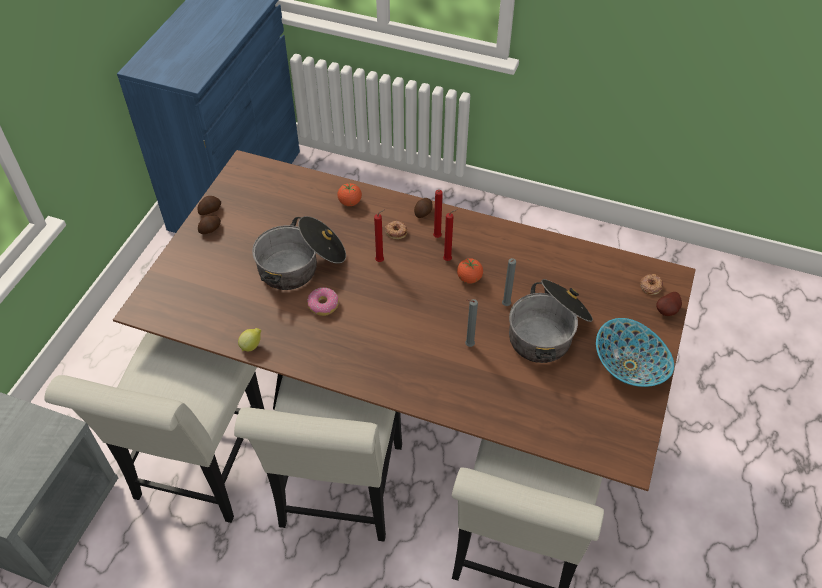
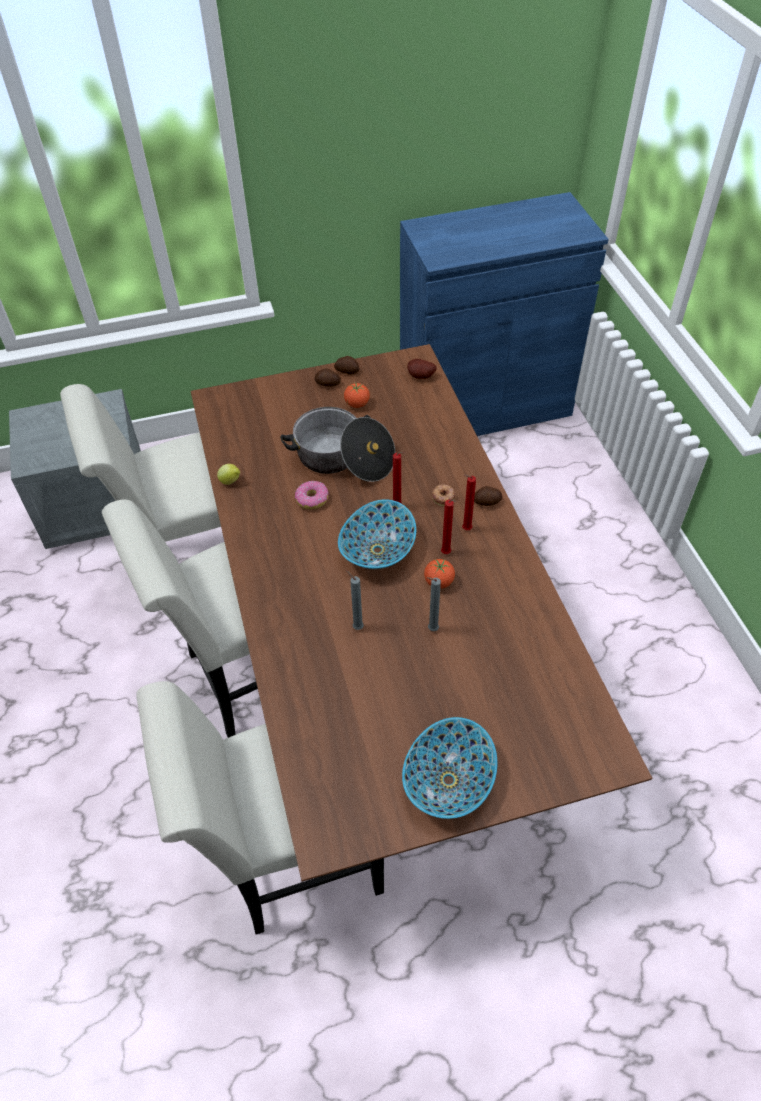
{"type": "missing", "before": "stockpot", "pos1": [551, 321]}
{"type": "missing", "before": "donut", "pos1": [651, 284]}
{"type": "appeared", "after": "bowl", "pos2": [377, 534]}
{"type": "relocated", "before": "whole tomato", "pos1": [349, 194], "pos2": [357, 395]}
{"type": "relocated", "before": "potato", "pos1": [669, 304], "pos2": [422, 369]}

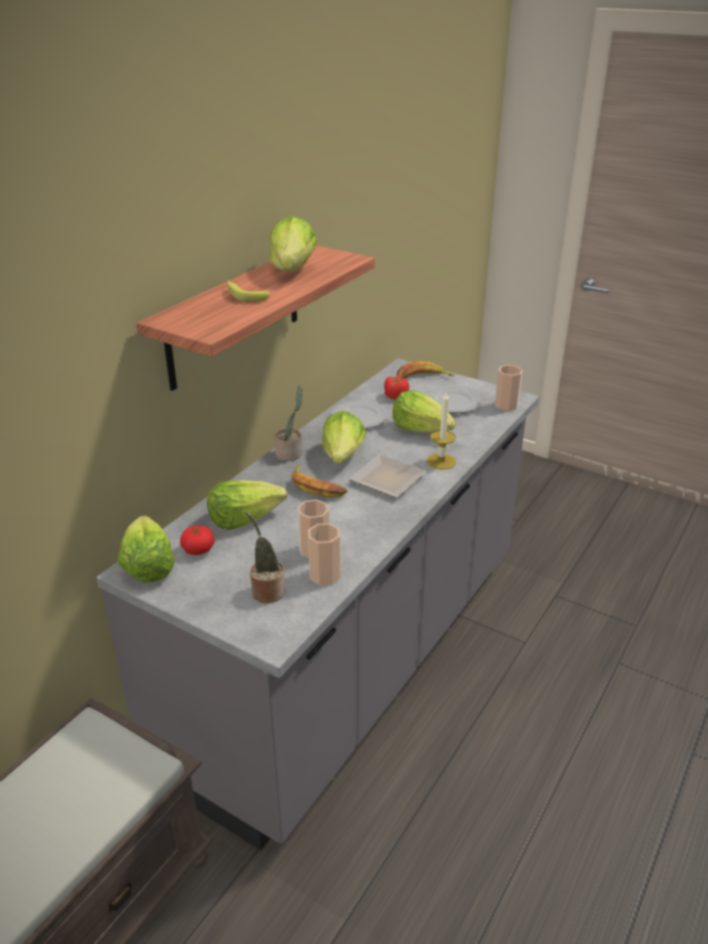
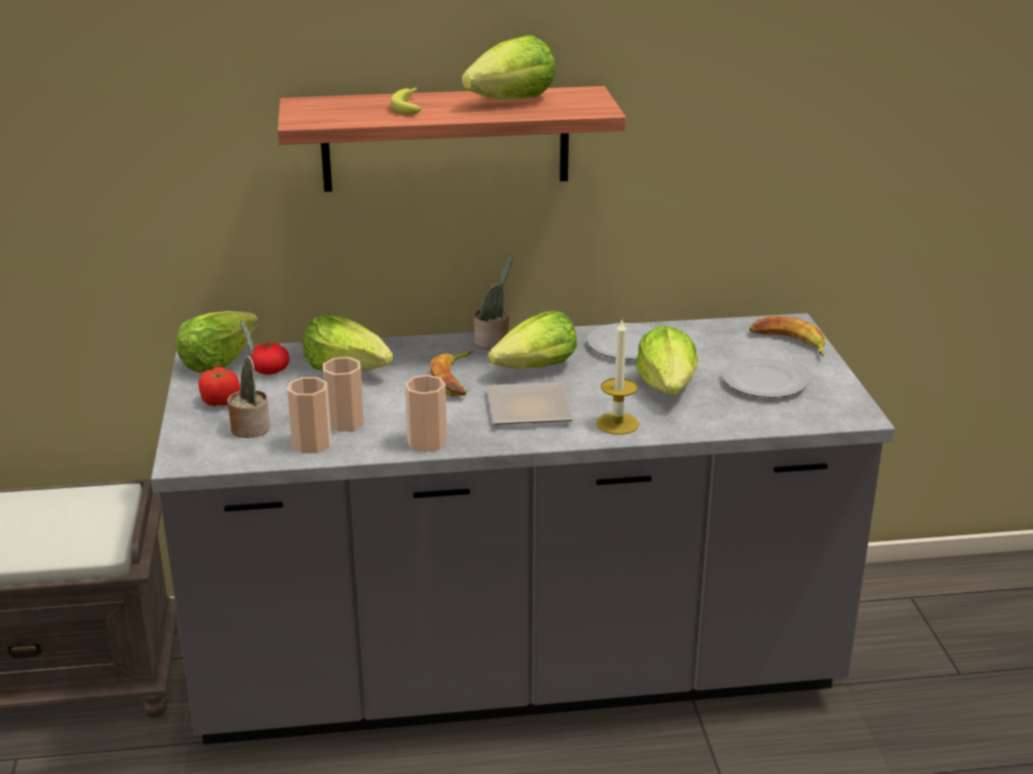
{"type": "relocated", "before": "whole tomato", "pos1": [396, 388], "pos2": [219, 386]}
{"type": "relocated", "before": "cup", "pos1": [509, 388], "pos2": [426, 413]}

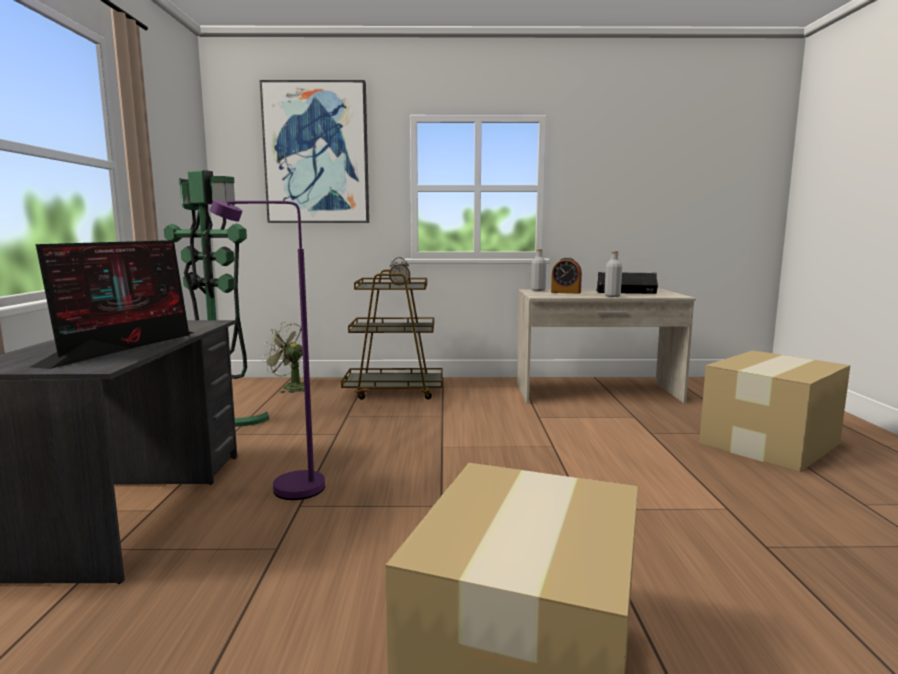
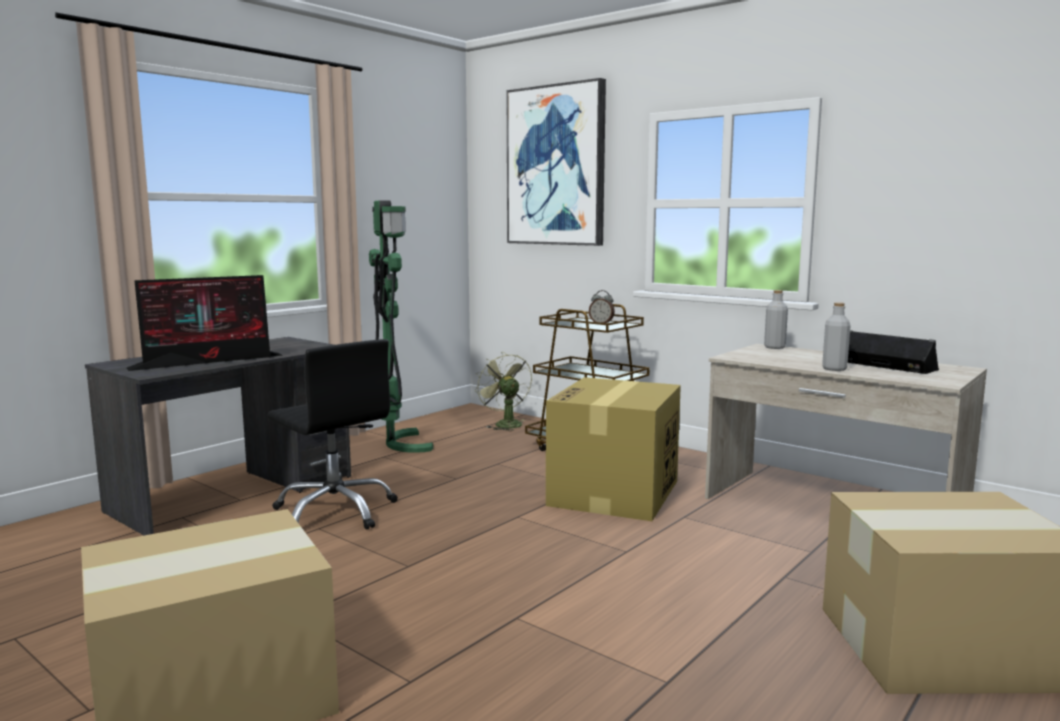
{"type": "missing", "before": "alarm clock", "pos1": [566, 275]}
{"type": "appeared", "after": "cardboard box", "pos2": [613, 449]}
{"type": "exchanged", "before": "standing lamp (purple-coloured)", "after": "desk chair (black-coloured)", "pos1": [267, 350], "pos2": [333, 434]}

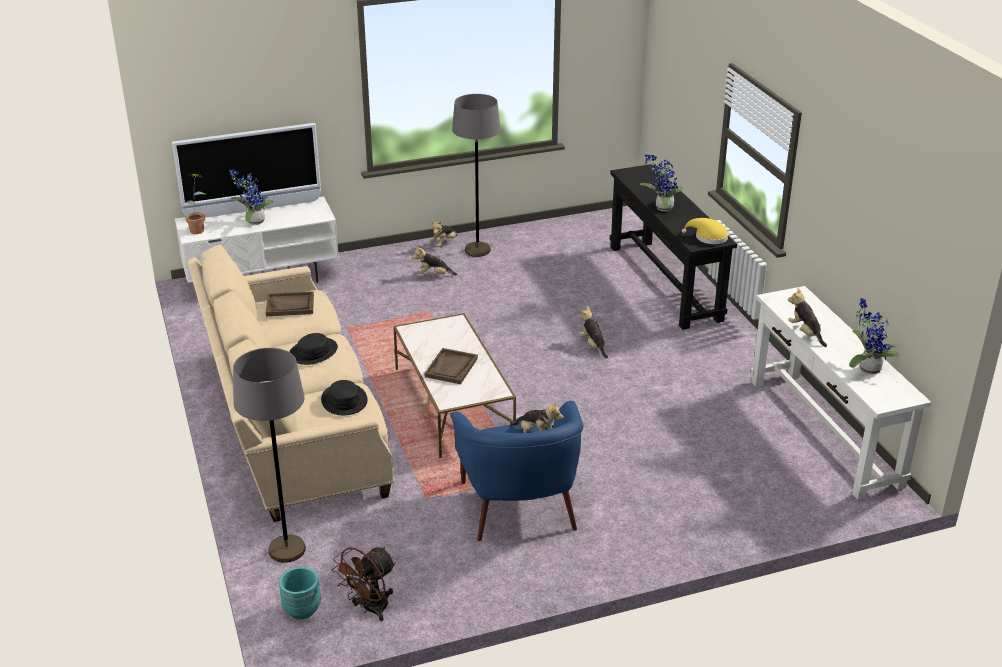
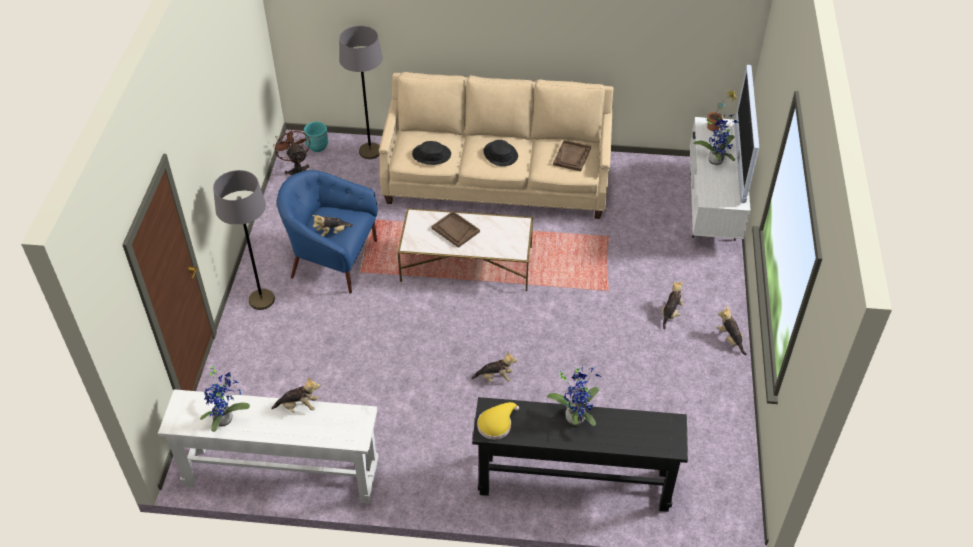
{"type": "relocated", "before": "standing lamp (gray)", "pos1": [476, 175], "pos2": [244, 240]}

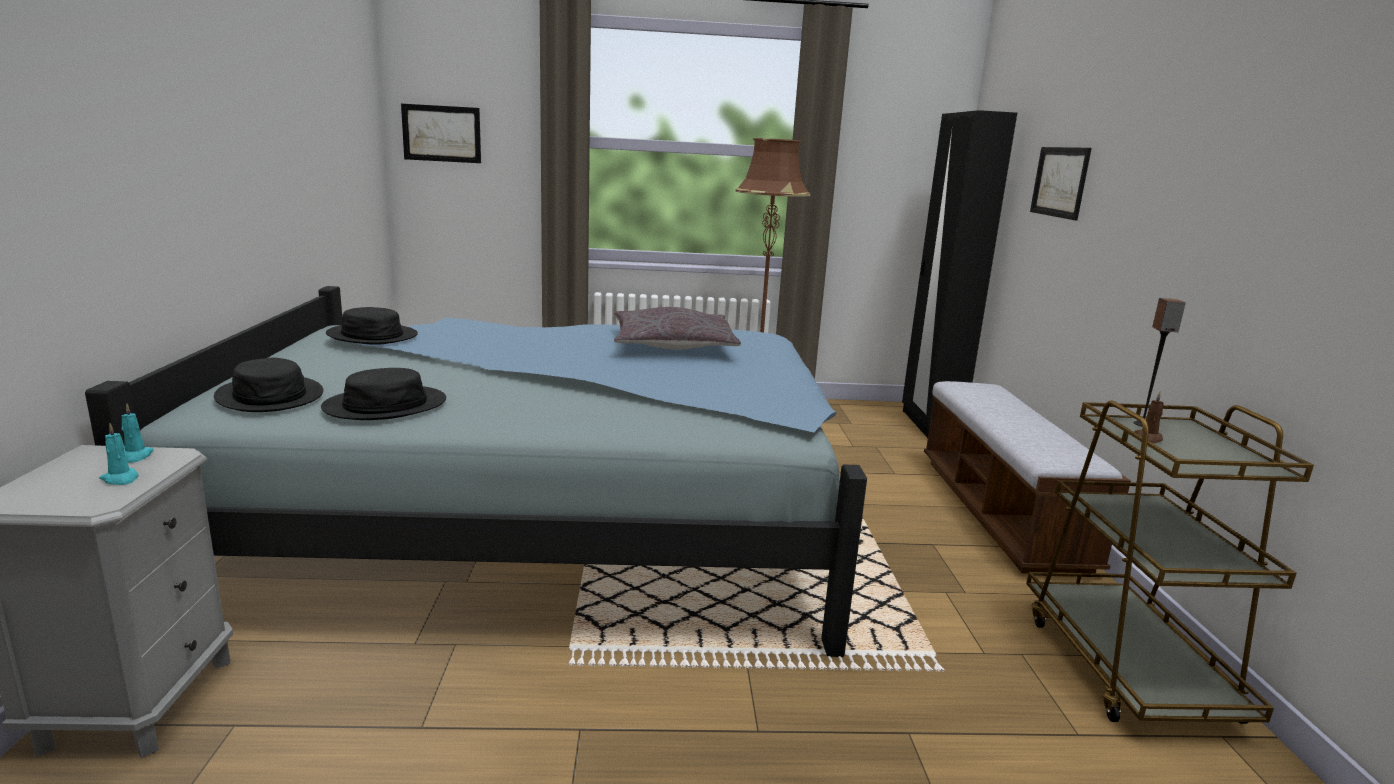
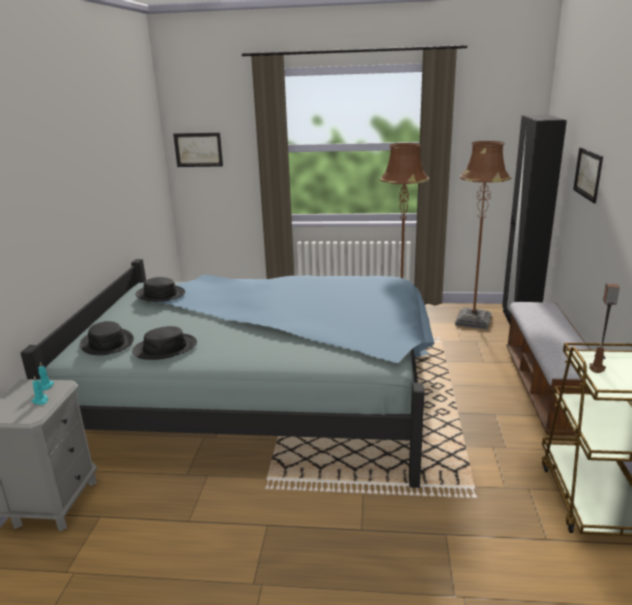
{"type": "missing", "before": "throw pillow (gray)", "pos1": [677, 328]}
{"type": "appeared", "after": "standing lamp (brownish)", "pos2": [483, 235]}

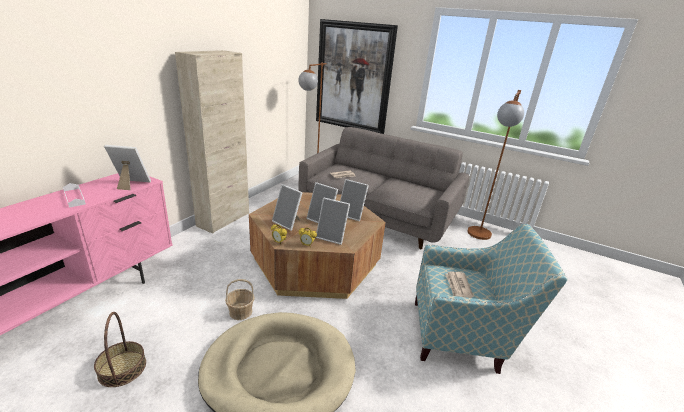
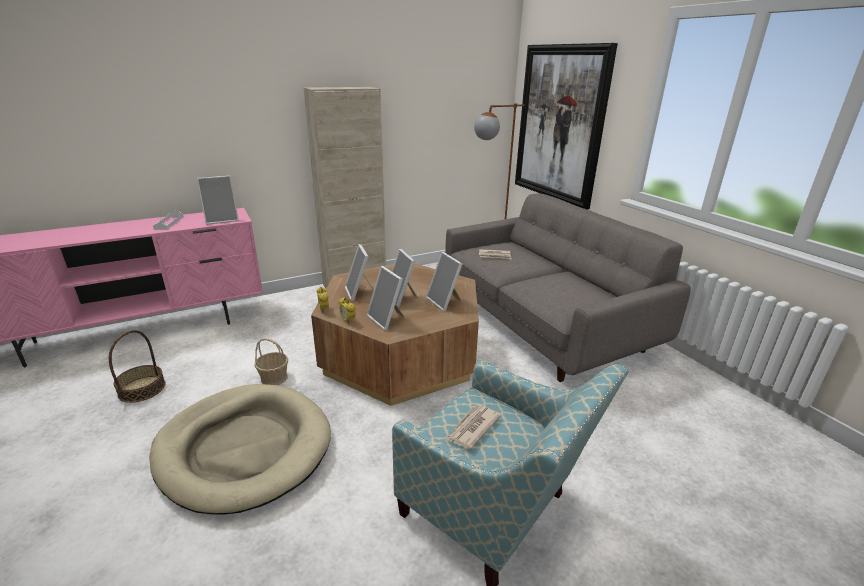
{"type": "missing", "before": "standing lamp (brownish)", "pos1": [495, 165]}
{"type": "spun", "before": "picture frame", "pos1": [127, 167], "pos2": [218, 200], "turn": 120}

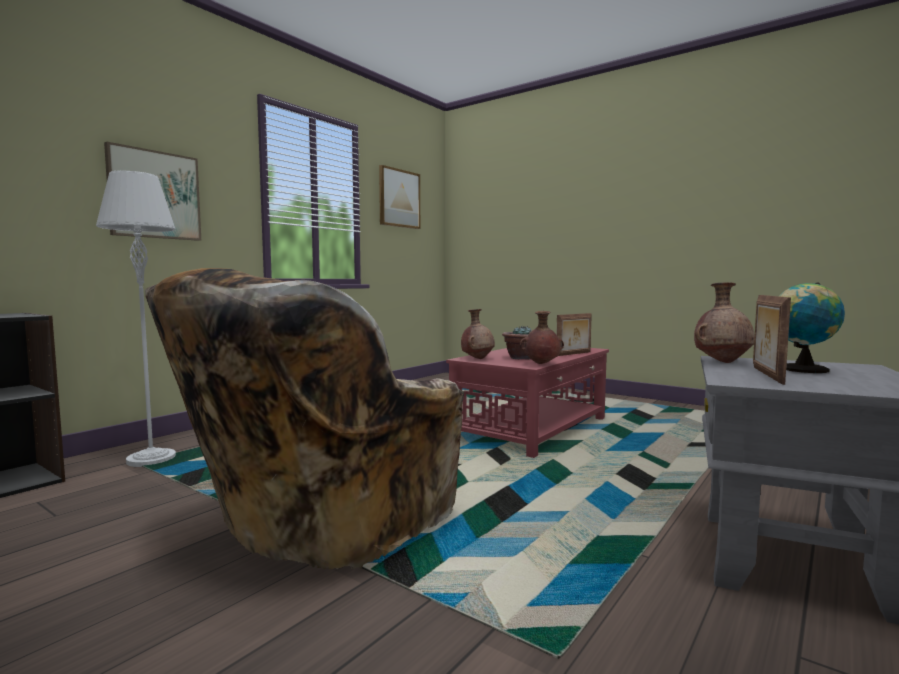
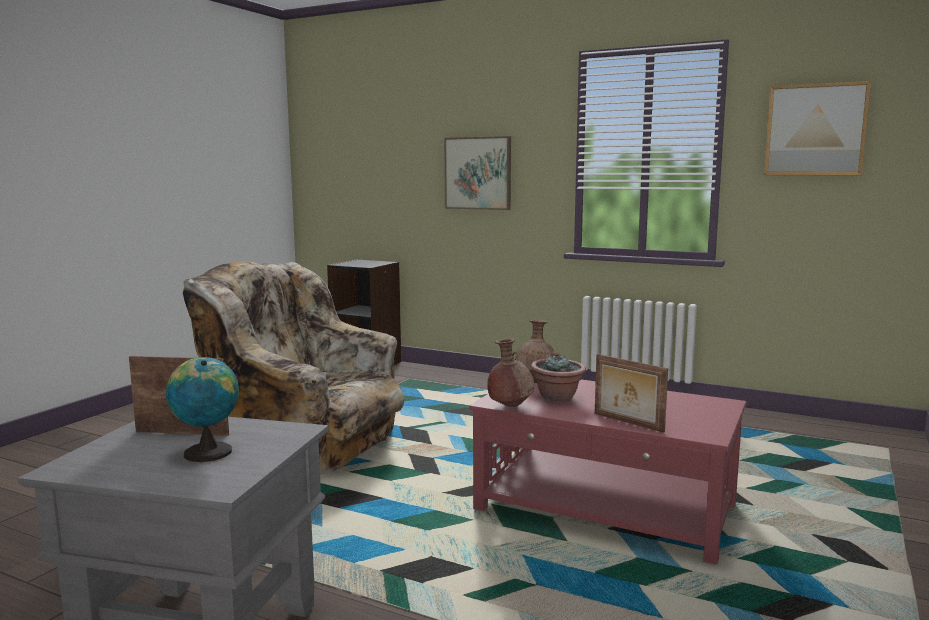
{"type": "missing", "before": "standing lamp (gray)", "pos1": [136, 319]}
{"type": "missing", "before": "flower vase (brownish)", "pos1": [724, 322]}

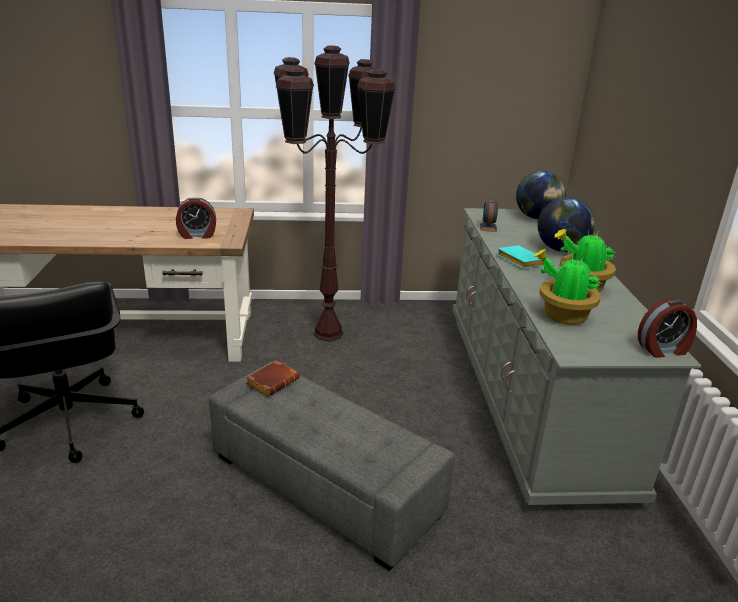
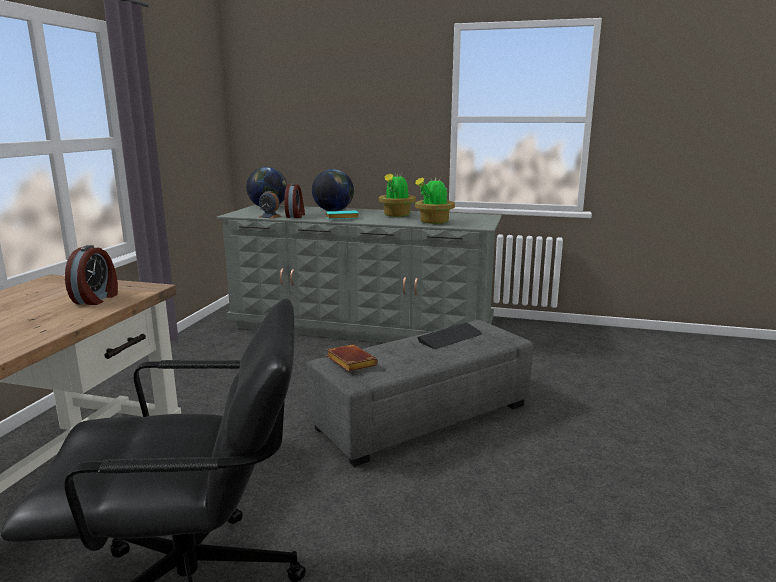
{"type": "missing", "before": "standing lamp (brownish)", "pos1": [335, 194]}
{"type": "appeared", "after": "computer keyboard", "pos2": [449, 335]}
{"type": "relocated", "before": "alarm clock", "pos1": [667, 328], "pos2": [294, 200]}

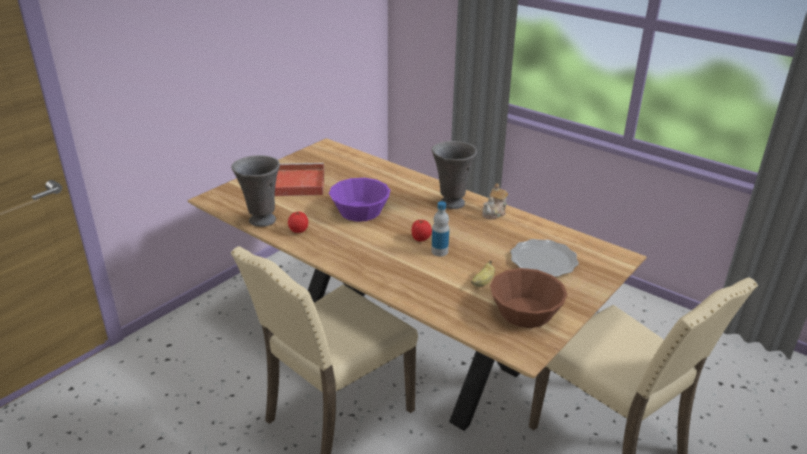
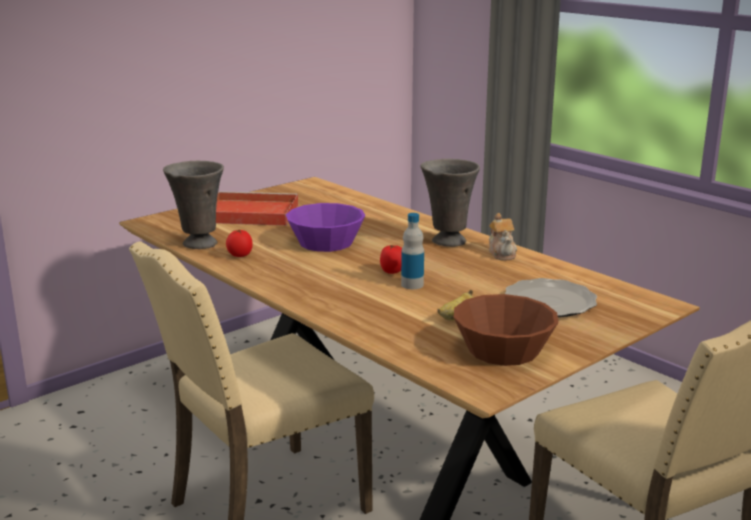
{"type": "spun", "before": "tea pot", "pos1": [495, 201], "pos2": [503, 236], "turn": -60}

